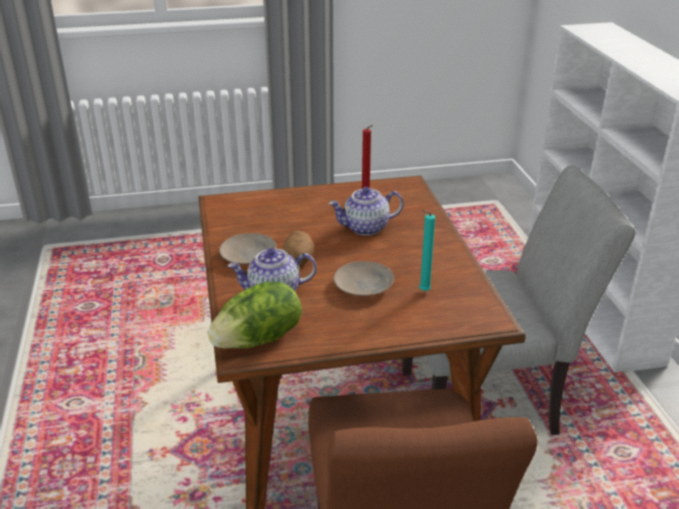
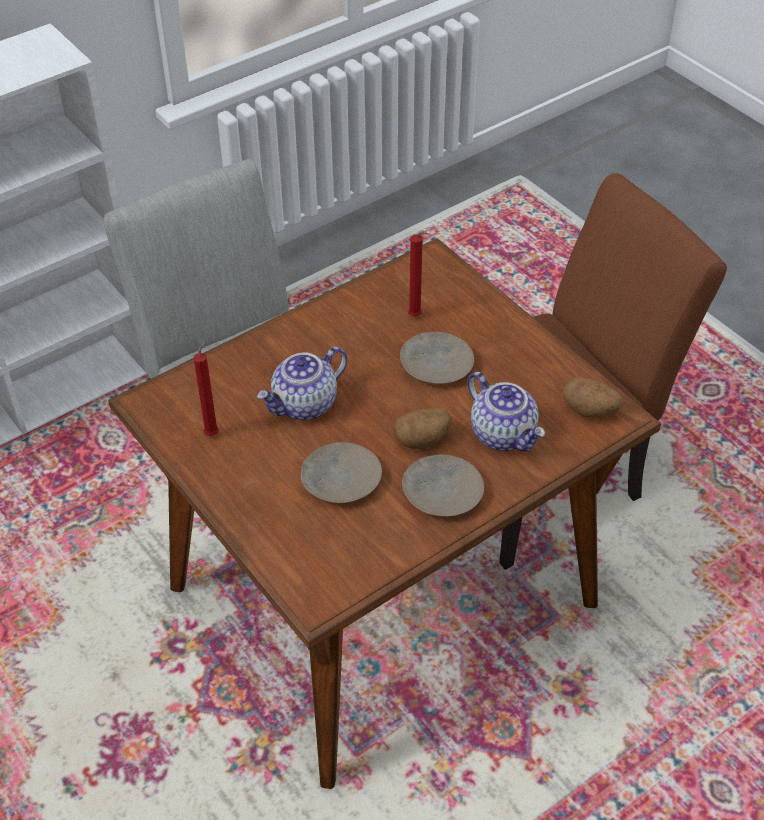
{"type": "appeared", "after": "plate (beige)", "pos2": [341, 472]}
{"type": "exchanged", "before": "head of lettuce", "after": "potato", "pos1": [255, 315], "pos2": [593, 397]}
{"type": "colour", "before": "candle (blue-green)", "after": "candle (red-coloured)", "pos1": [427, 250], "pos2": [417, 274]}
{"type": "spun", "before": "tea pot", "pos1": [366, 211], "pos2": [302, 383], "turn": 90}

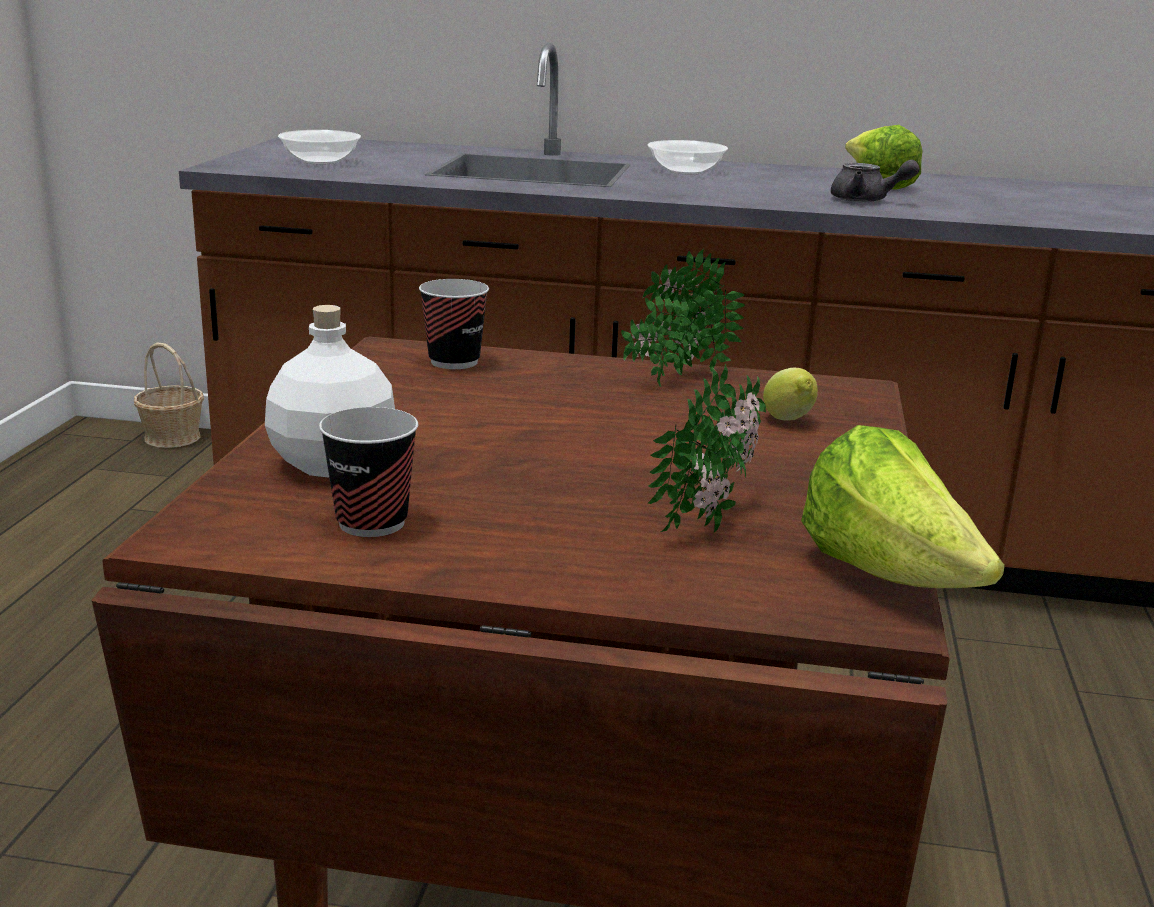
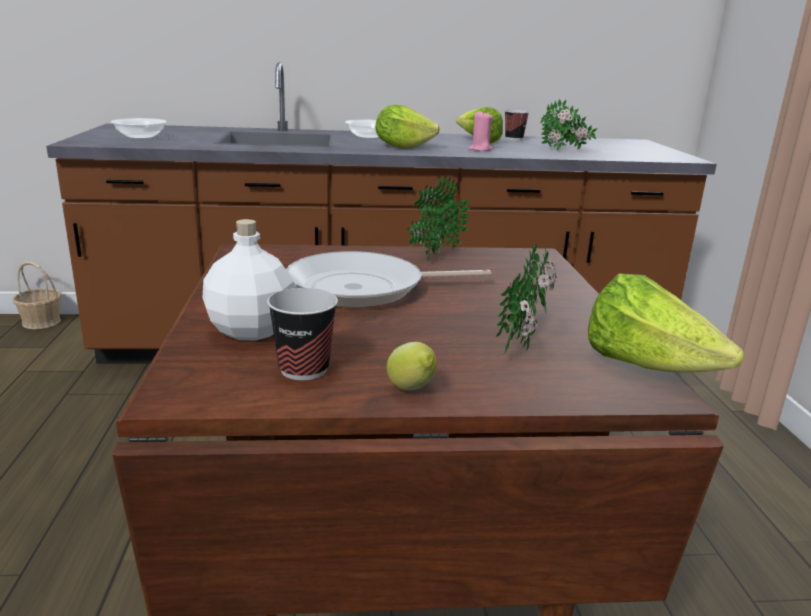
{"type": "appeared", "after": "pan", "pos2": [388, 279]}
{"type": "appeared", "after": "head of lettuce", "pos2": [408, 127]}
{"type": "appeared", "after": "potted plant", "pos2": [568, 125]}
{"type": "relocated", "before": "cup", "pos1": [454, 324], "pos2": [517, 125]}
{"type": "relocated", "before": "whole lemon", "pos1": [790, 394], "pos2": [412, 366]}
{"type": "exchanged", "before": "tea pot (gray)", "after": "candle (pink-coloured)", "pos1": [875, 181], "pos2": [480, 130]}

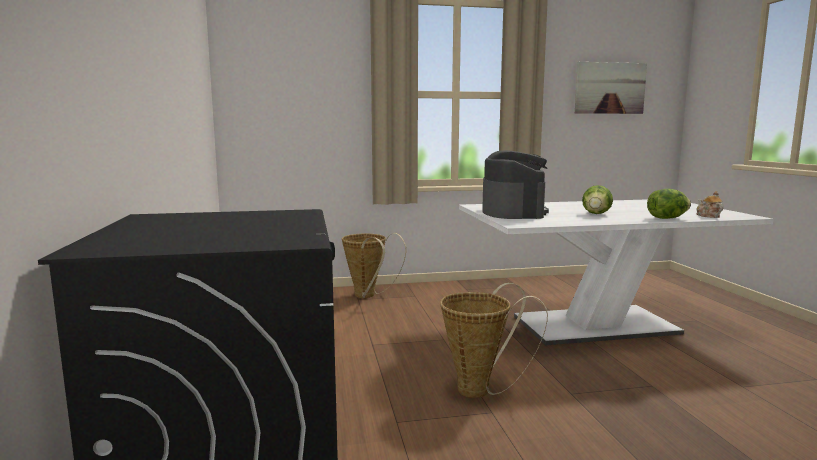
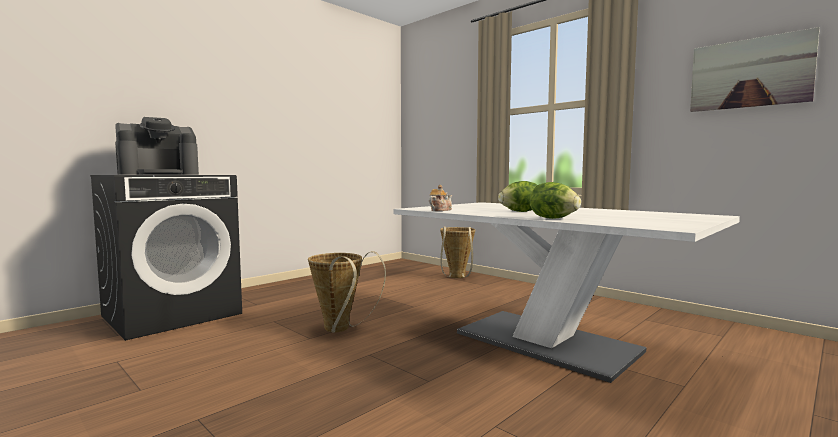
{"type": "relocated", "before": "coffee brewer", "pos1": [515, 184], "pos2": [157, 146]}
{"type": "relocated", "before": "tea pot", "pos1": [710, 204], "pos2": [440, 198]}

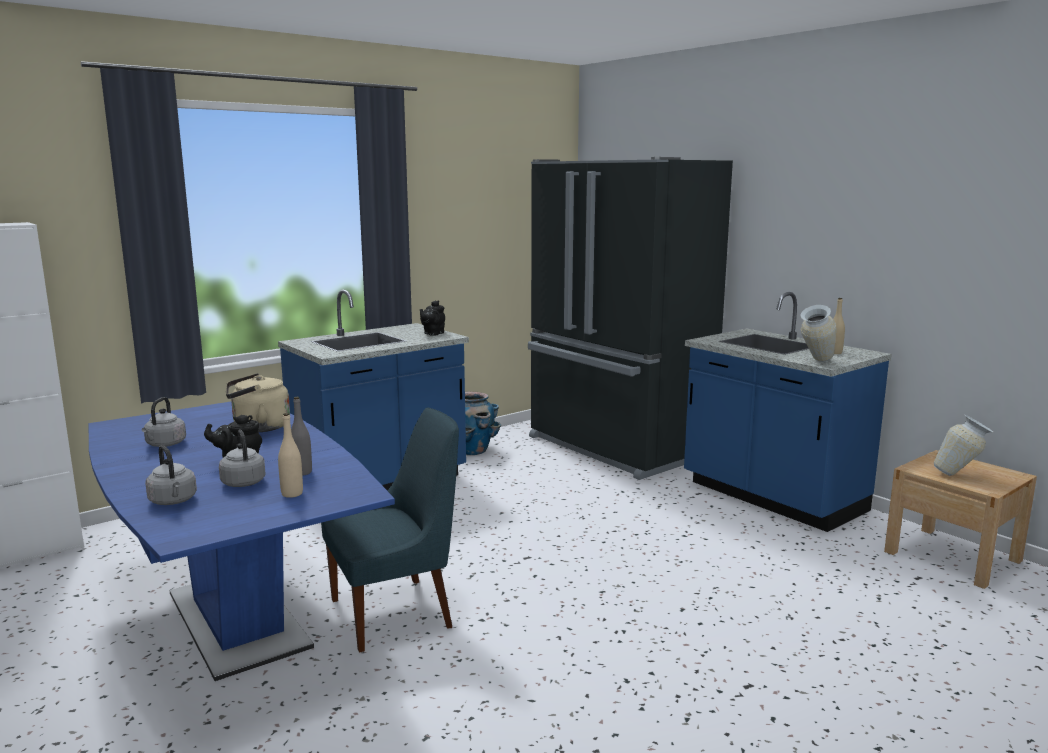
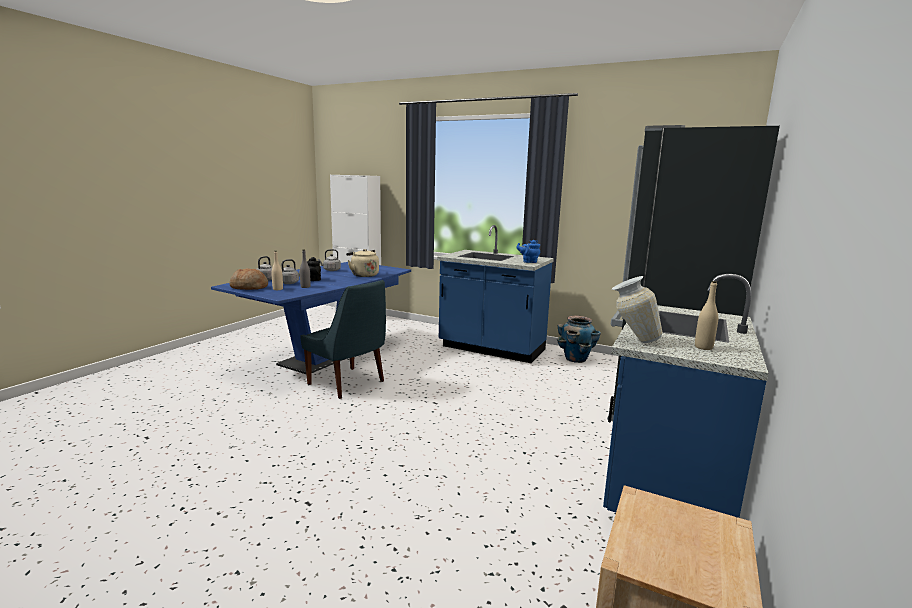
{"type": "missing", "before": "flower vase", "pos1": [964, 445]}
{"type": "appeared", "after": "baked bread", "pos2": [248, 279]}
{"type": "colour", "before": "tea pot (black-coloured)", "after": "tea pot (bluish)", "pos1": [432, 318], "pos2": [528, 251]}

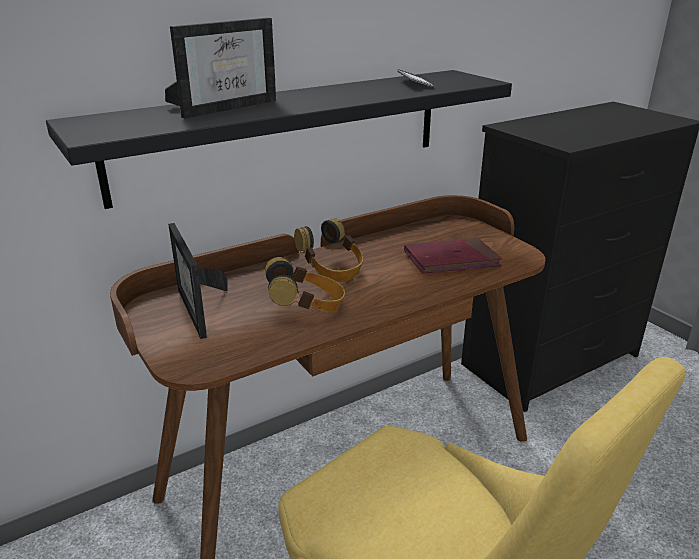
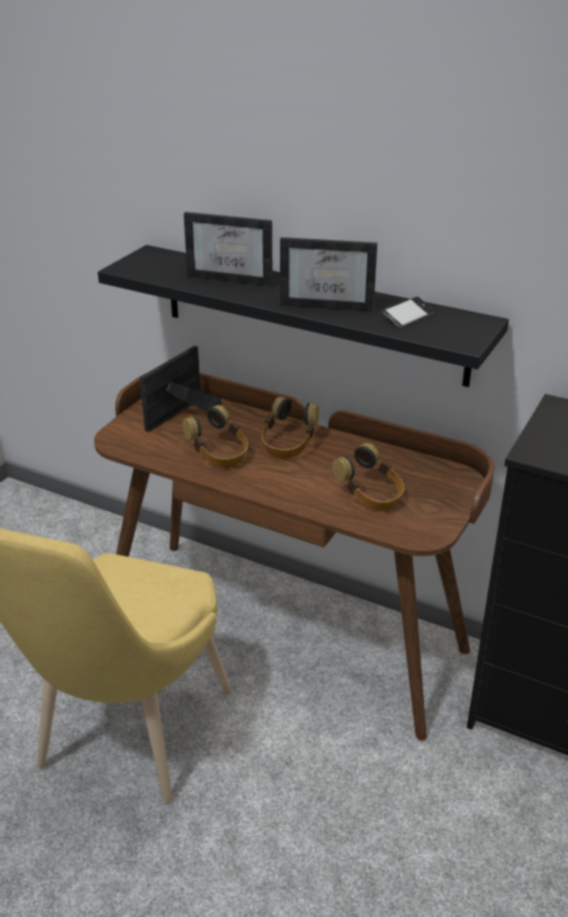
{"type": "appeared", "after": "picture frame", "pos2": [328, 274]}
{"type": "exchanged", "before": "volume (red-coloured)", "after": "headphones", "pos1": [453, 256], "pos2": [368, 477]}

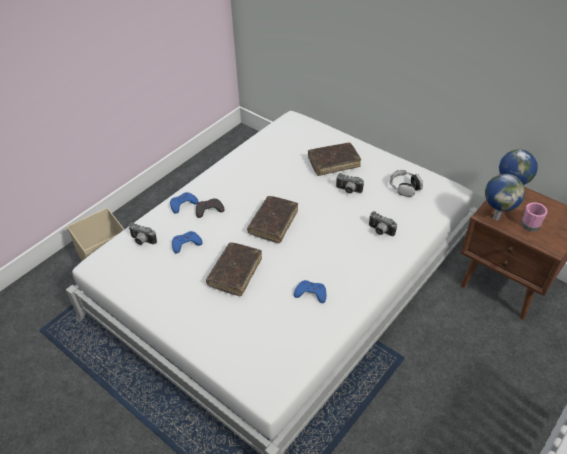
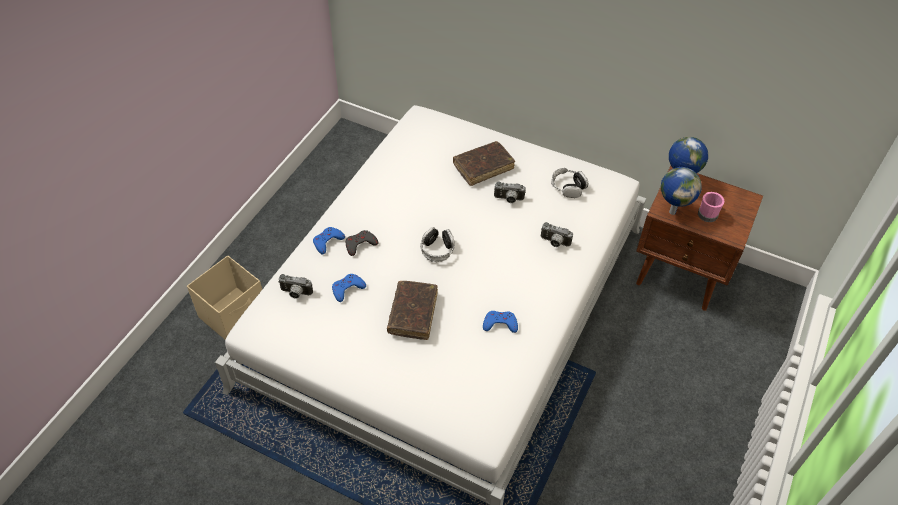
{"type": "exchanged", "before": "volume (brownish)", "after": "headphones", "pos1": [272, 219], "pos2": [437, 244]}

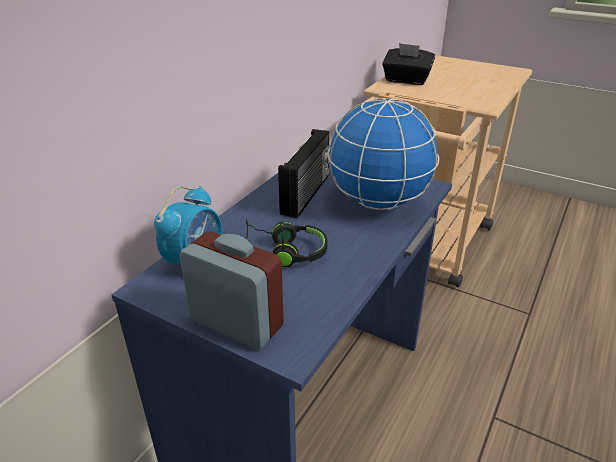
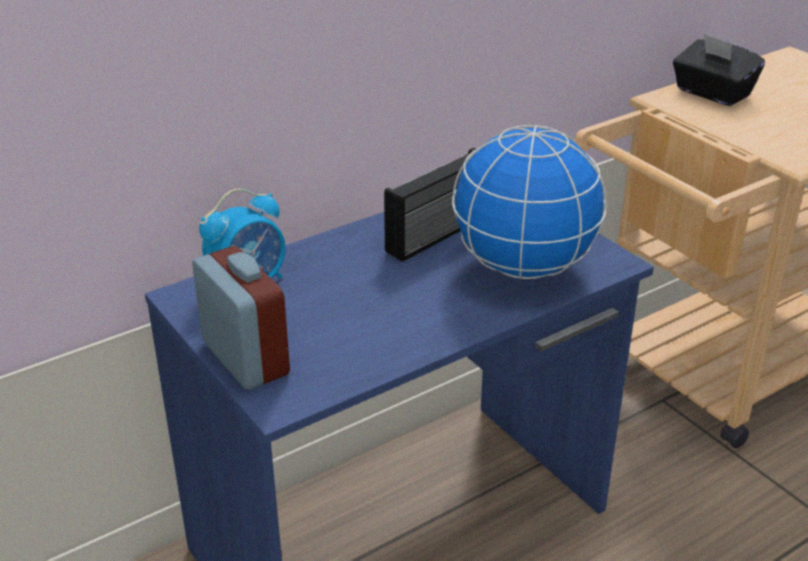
{"type": "missing", "before": "headphones (black-coloured)", "pos1": [286, 243]}

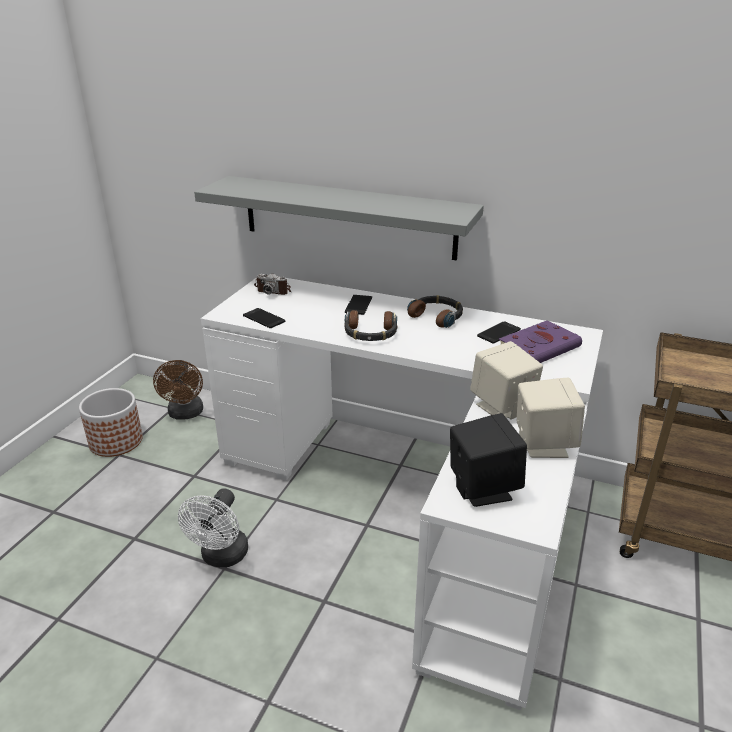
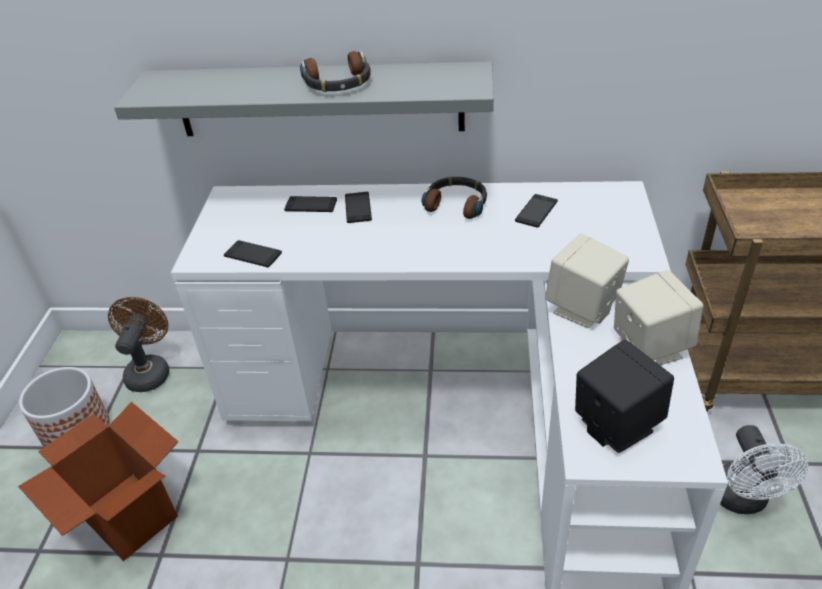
{"type": "missing", "before": "photo camera", "pos1": [272, 284]}
{"type": "missing", "before": "volume (purple-coloured)", "pos1": [540, 341]}
{"type": "appeared", "after": "cardboard box", "pos2": [98, 481]}
{"type": "appeared", "after": "phone", "pos2": [310, 204]}
{"type": "relocated", "before": "cooling fan (white-coloured)", "pos1": [213, 527], "pos2": [764, 469]}
{"type": "relocated", "before": "headphones", "pos1": [370, 325], "pos2": [335, 71]}
{"type": "spun", "before": "cooling fan (brownish)", "pos1": [178, 390], "pos2": [138, 344], "turn": -150}

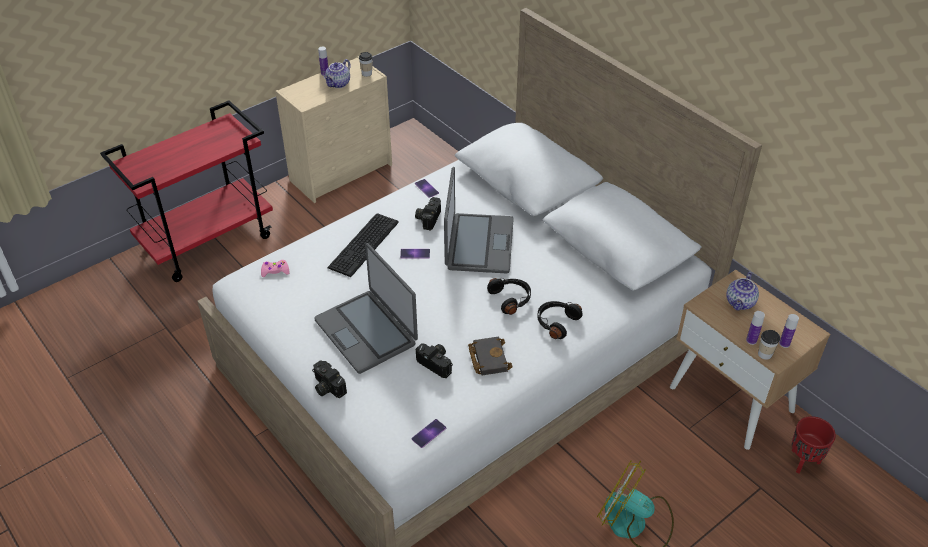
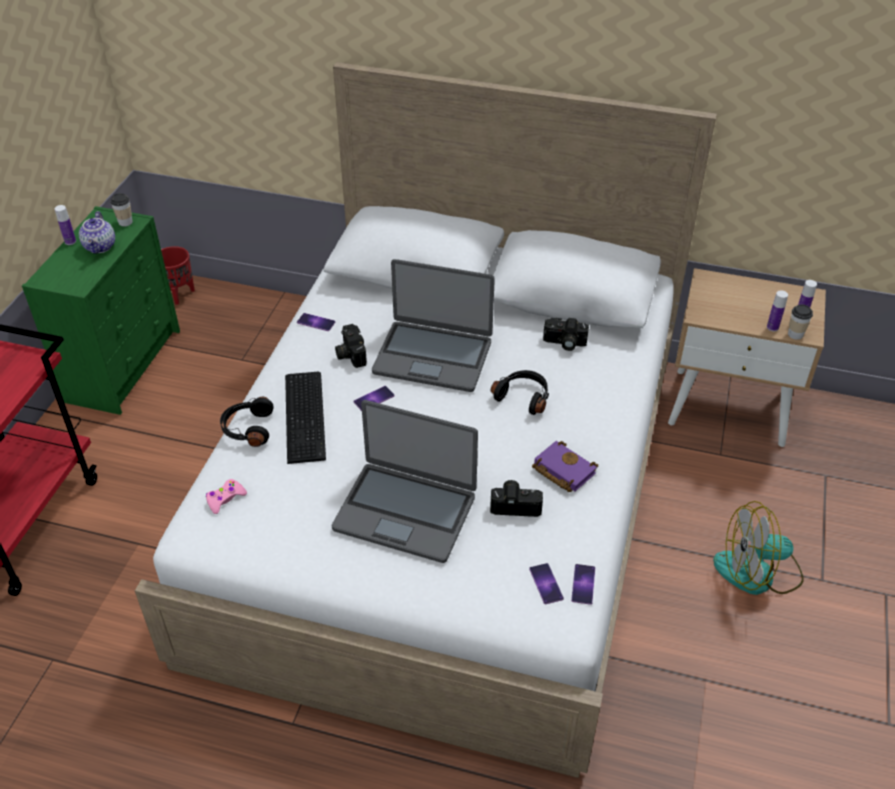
{"type": "missing", "before": "tea pot", "pos1": [742, 291]}
{"type": "appeared", "after": "phone", "pos2": [546, 583]}
{"type": "relocated", "before": "photo camera", "pos1": [329, 379], "pos2": [566, 334]}
{"type": "relocated", "before": "headphones (black-coloured)", "pos1": [560, 320], "pos2": [247, 422]}
{"type": "relocated", "before": "flower pot (red-coloured)", "pos1": [814, 444], "pos2": [178, 275]}
{"type": "colour", "before": "drawer chest (beige)", "after": "drawer chest (greenish)", "pos1": [333, 129], "pos2": [101, 310]}
{"type": "colour", "before": "volume (black-coloured)", "after": "volume (purple-coloured)", "pos1": [490, 355], "pos2": [565, 466]}
{"type": "spun", "before": "portable computer", "pos1": [479, 220], "pos2": [433, 325], "turn": 135}

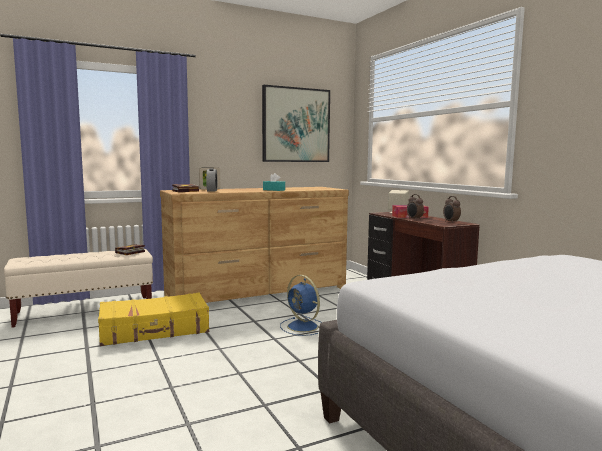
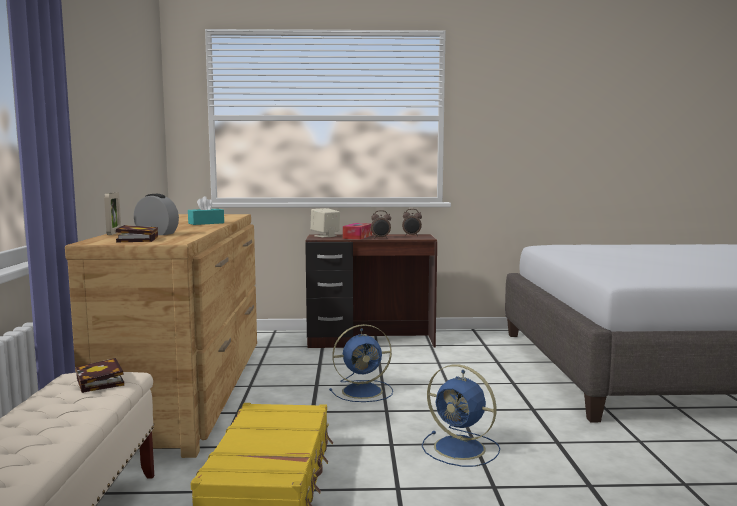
{"type": "missing", "before": "picture", "pos1": [296, 123]}
{"type": "appeared", "after": "cooling fan (bluish)", "pos2": [461, 415]}

